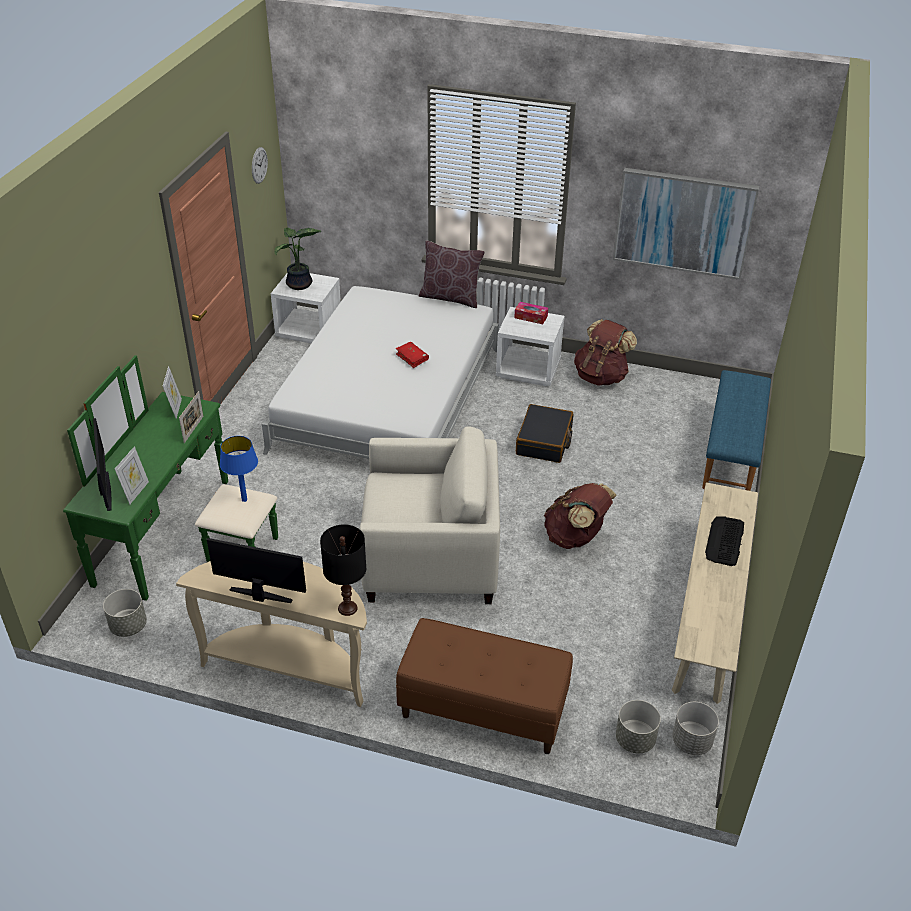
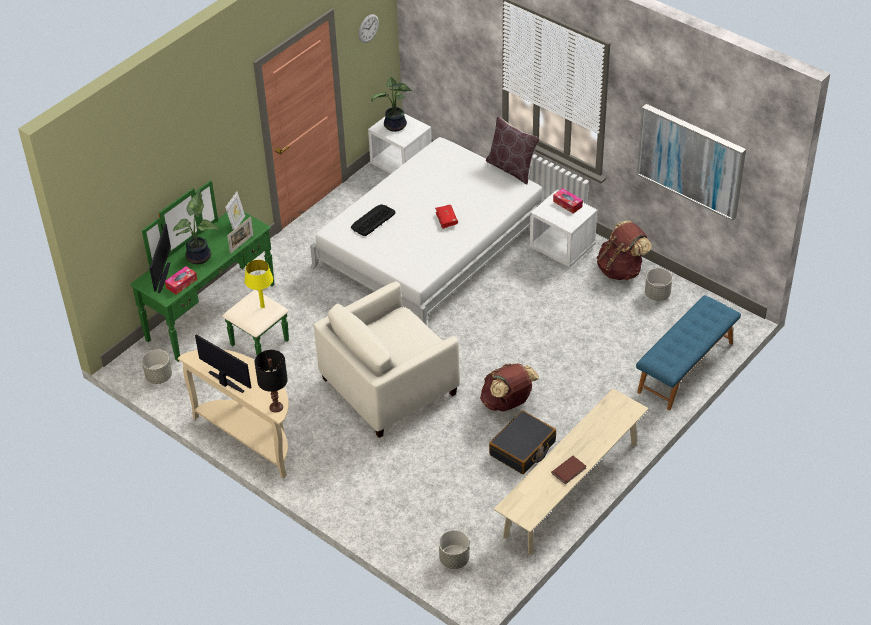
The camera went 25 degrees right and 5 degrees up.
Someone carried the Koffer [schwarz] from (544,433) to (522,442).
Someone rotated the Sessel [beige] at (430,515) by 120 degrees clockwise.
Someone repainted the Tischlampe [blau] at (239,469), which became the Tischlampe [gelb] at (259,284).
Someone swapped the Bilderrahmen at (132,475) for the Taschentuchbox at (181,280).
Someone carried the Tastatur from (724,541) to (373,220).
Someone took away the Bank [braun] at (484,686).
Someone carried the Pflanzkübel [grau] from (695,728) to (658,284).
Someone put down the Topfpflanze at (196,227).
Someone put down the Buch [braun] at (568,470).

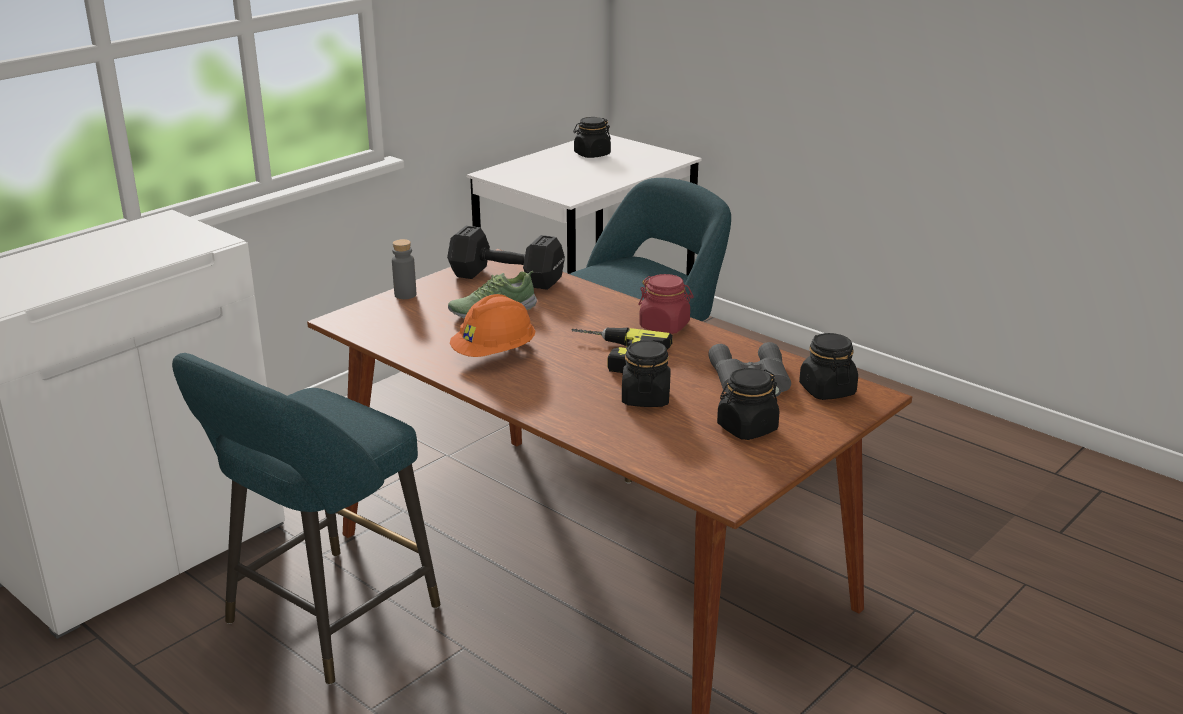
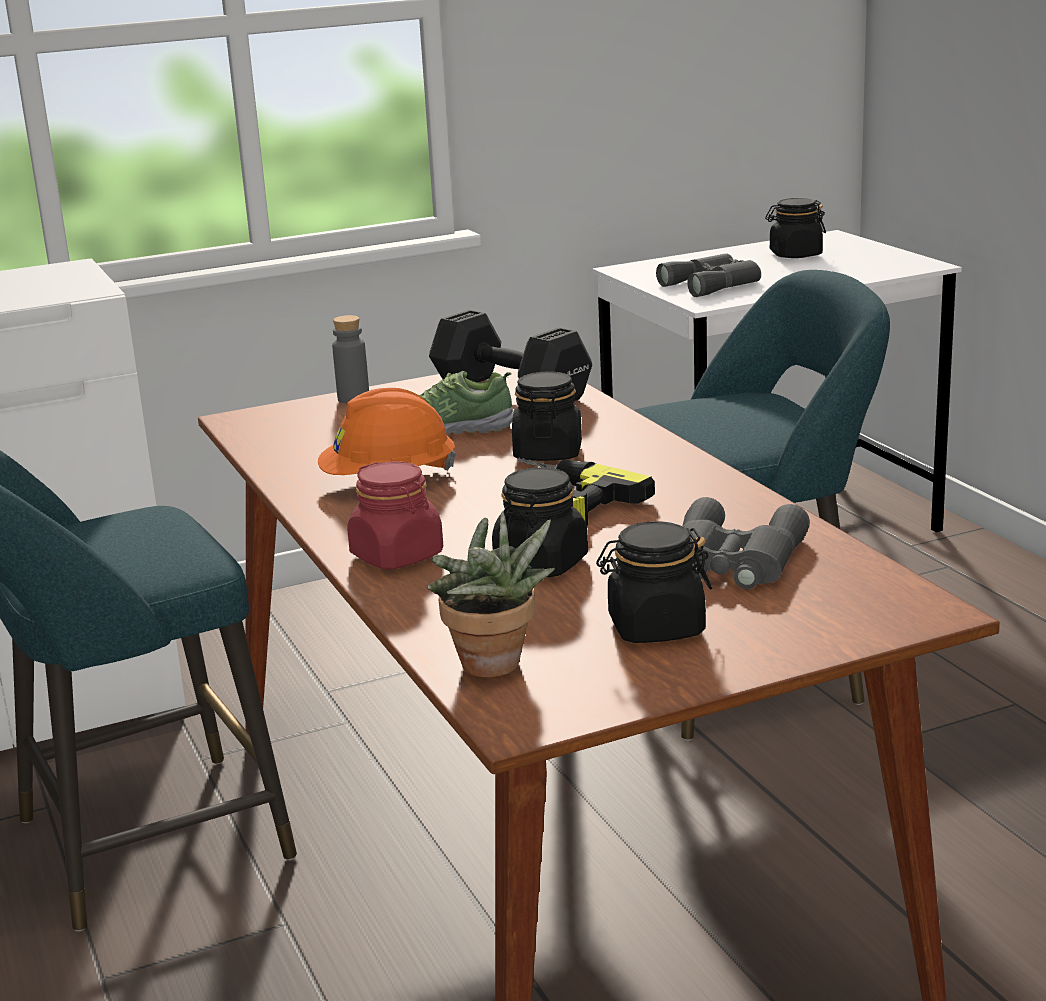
The camera went 25 degrees right and 5 degrees down.
Someone carried the Vorratsglas [rot] from (666,304) to (395,515).
Someone carried the Vorratsglas [schwarz] from (828,366) to (547,416).
Someone put down the Fernglas [grau] at (708,275).
Someone put down the Topfpflanze at (491,594).

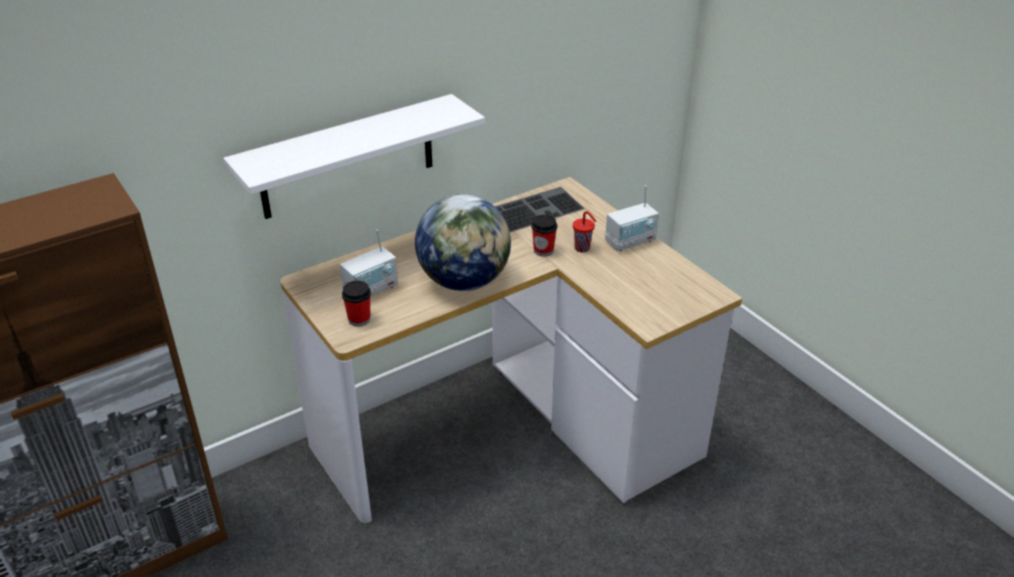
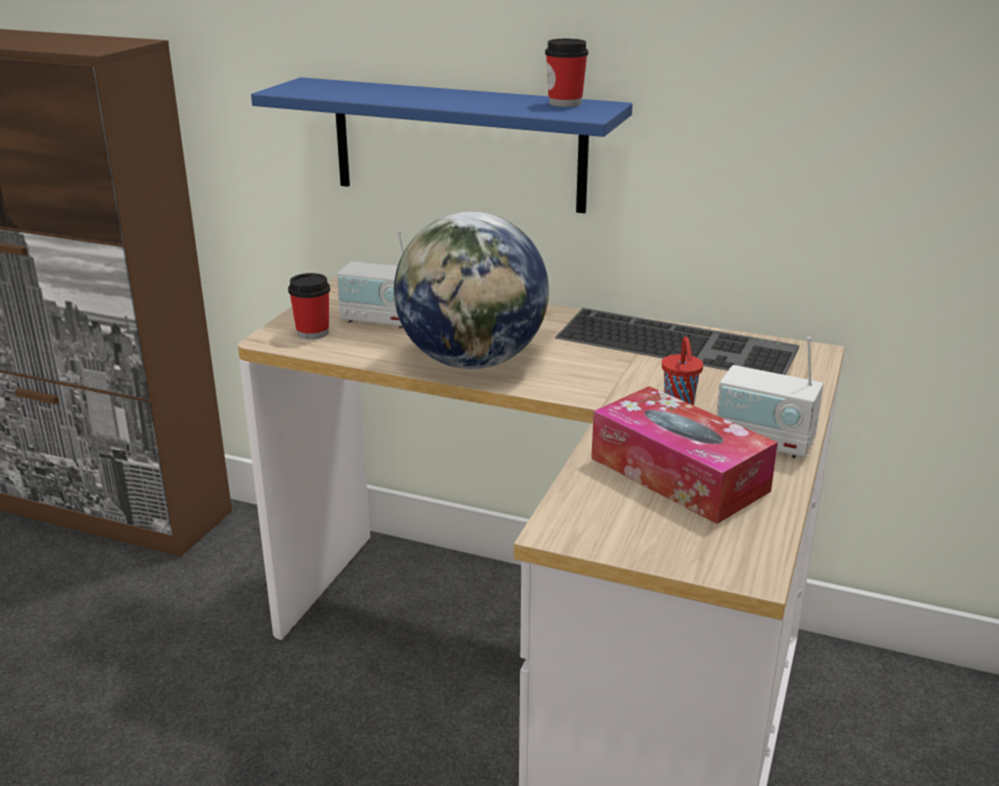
The camera went 55 degrees right and 10 degrees down.
Someone repainted the Wandregal [weiß] at (354,156), which became the Wandregal [blau] at (441,145).
Someone carried the Tasse from (544,236) to (566,73).
Someone put down the Taschentuchbox at (684,455).

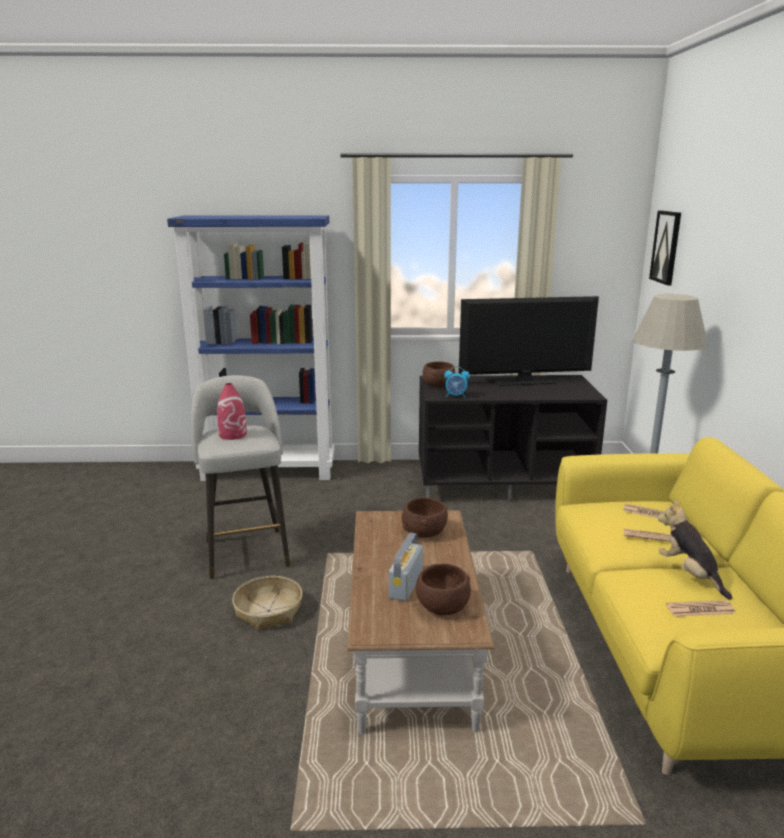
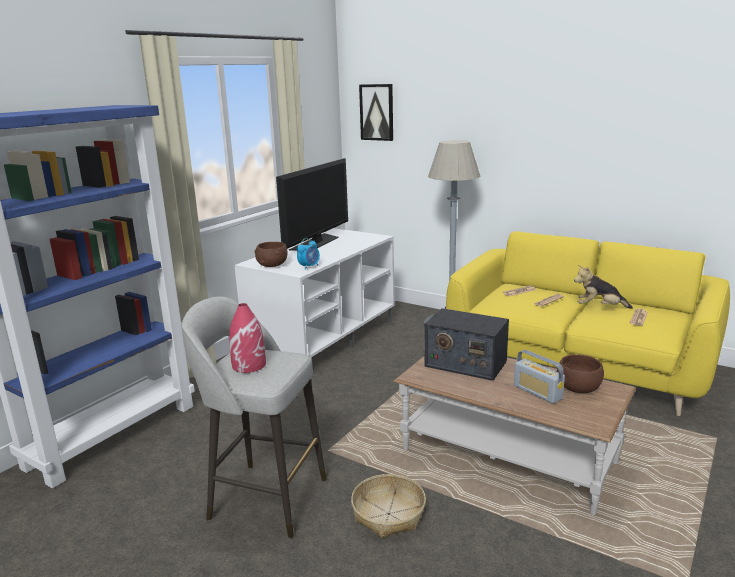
The camera went 55 degrees left and 0 degrees up.
Someone repainted the Fernsehschrank [schwarz] at (513,438), which became the Fernsehschrank [weiß] at (314,292).
Someone swapped the Schüssel [braun] at (425,517) for the Radio at (466,344).

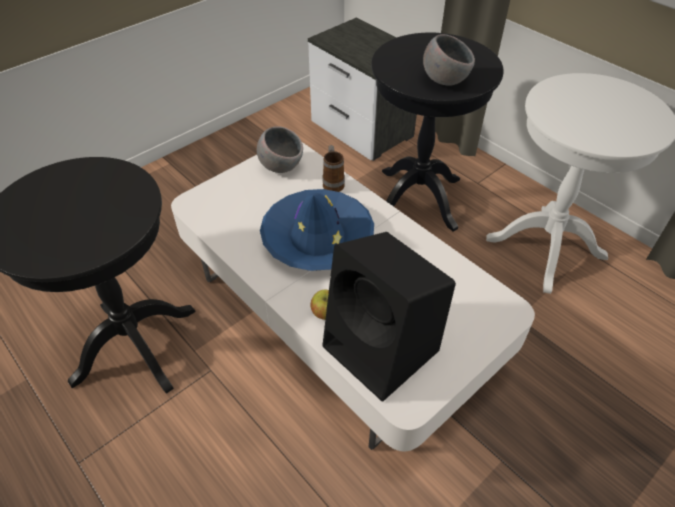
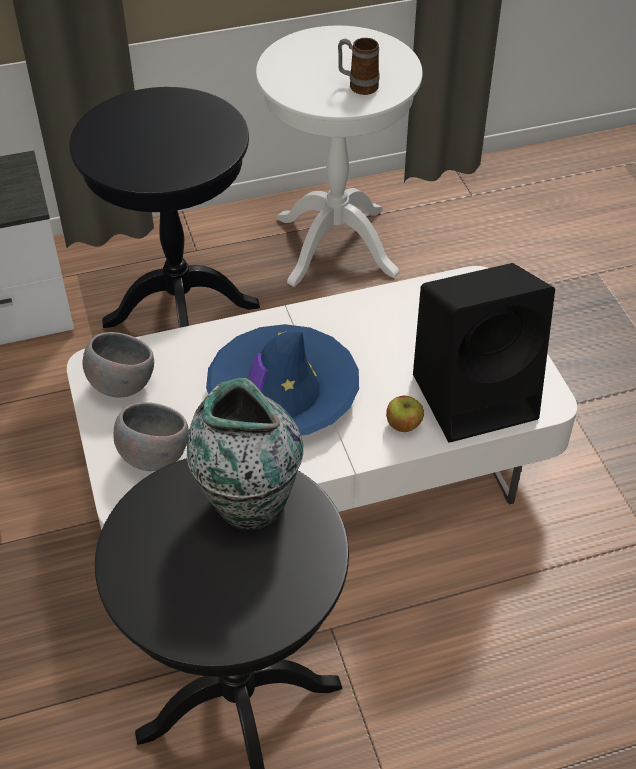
The camera went 65 degrees left and 0 degrees up.
Someone carried the Schüssel [grau] from (449,60) to (151,436).
Someone carried the Henkelbecher from (333,168) to (358,66).
Someone put down the Vase at (245,454).

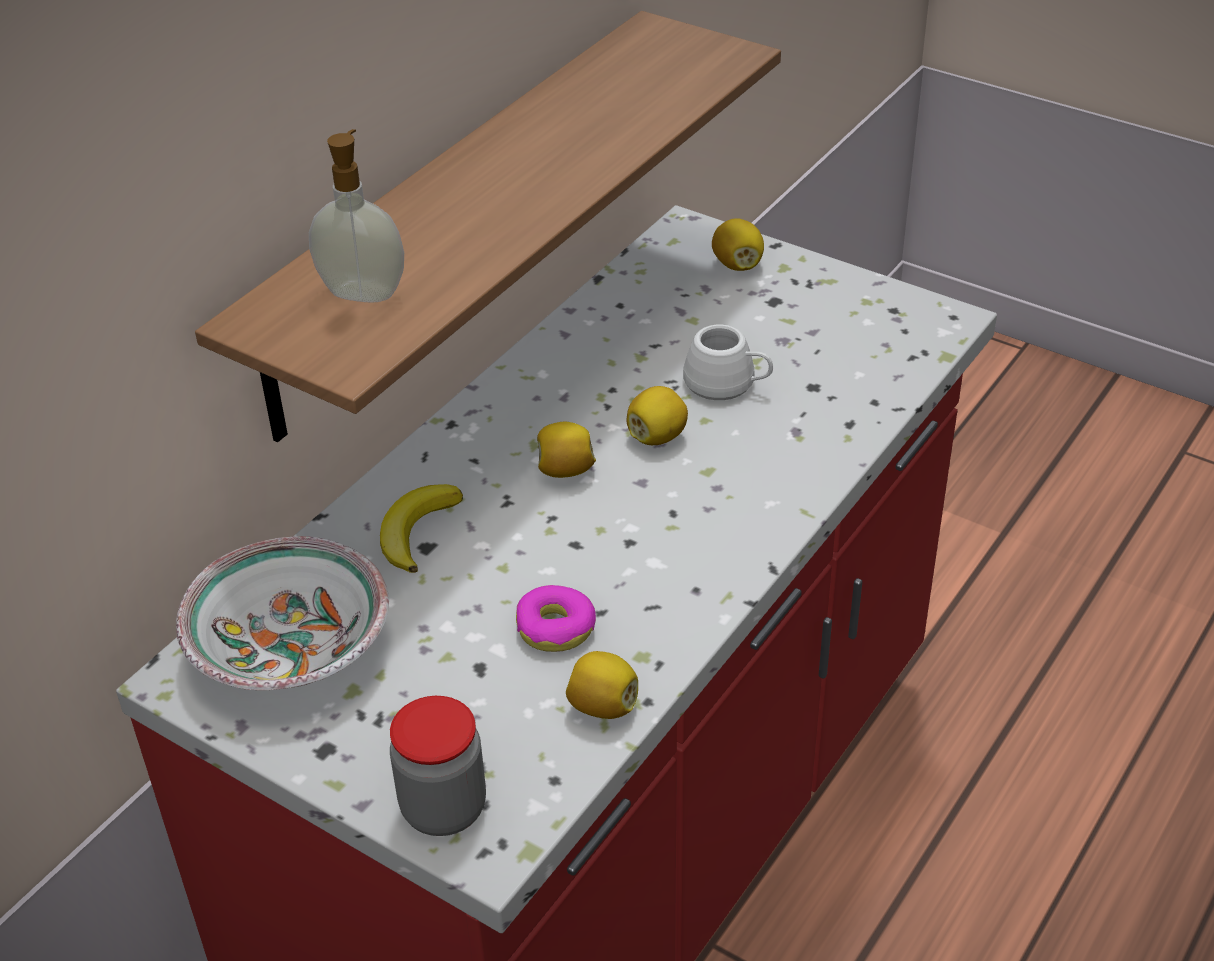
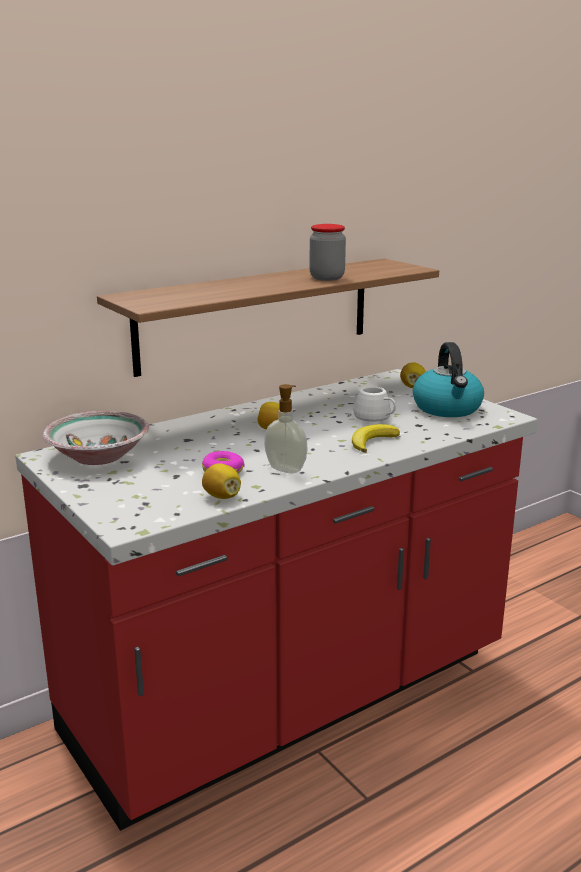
The camera went 20 degrees right and 20 degrees down.
Someone carried the Seifenspender from (356,216) to (286,428).
Someone took away the Zitrone at (657,415).
Someone carried the Banane from (421,528) to (376,438).
Someone carried the Vorratsglas from (438,766) to (327,252).
Someone put down the Wasserkessel at (448,379).

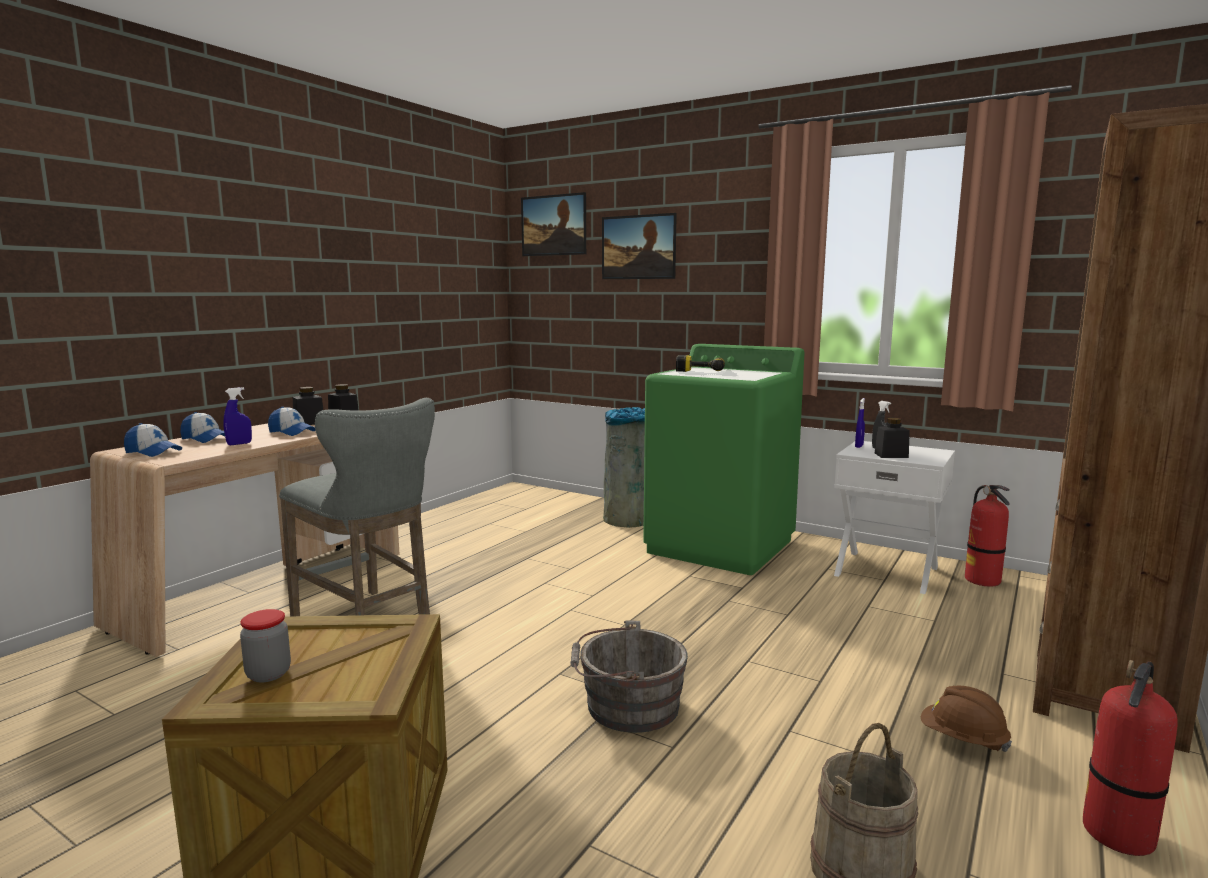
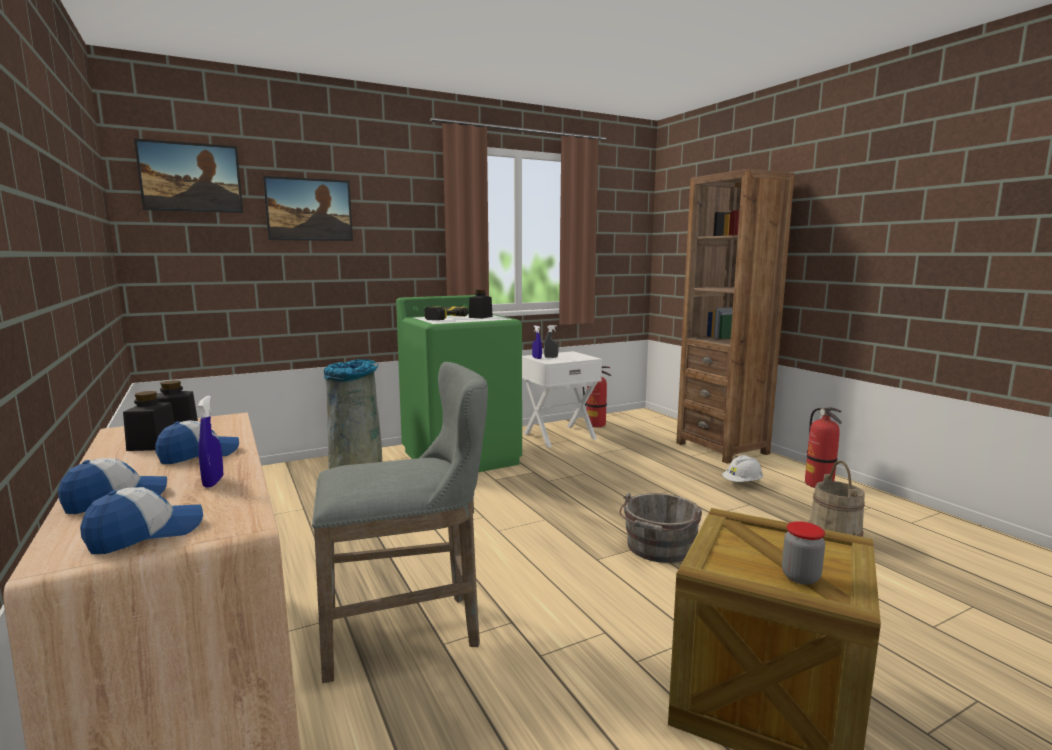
The camera went 60 degrees left and 0 degrees up.
Someone carried the Vorratsglas [schwarz] from (892,438) to (481,304).
Someone repainted the Schutzhelm [braun] at (966,719), which became the Schutzhelm [weiß] at (742,468).

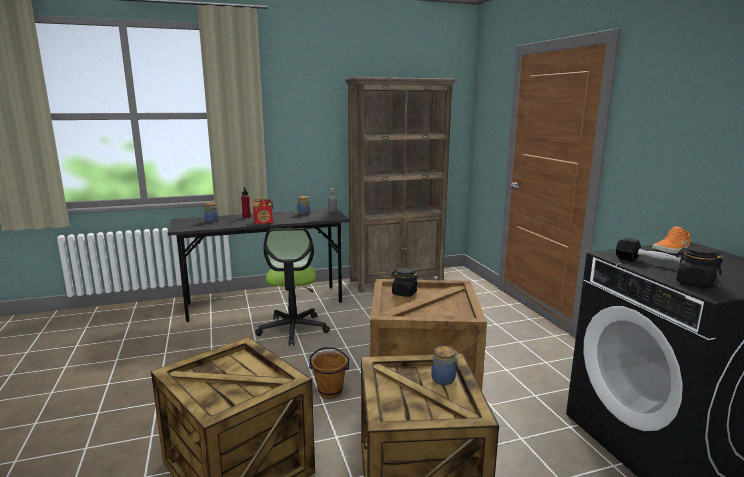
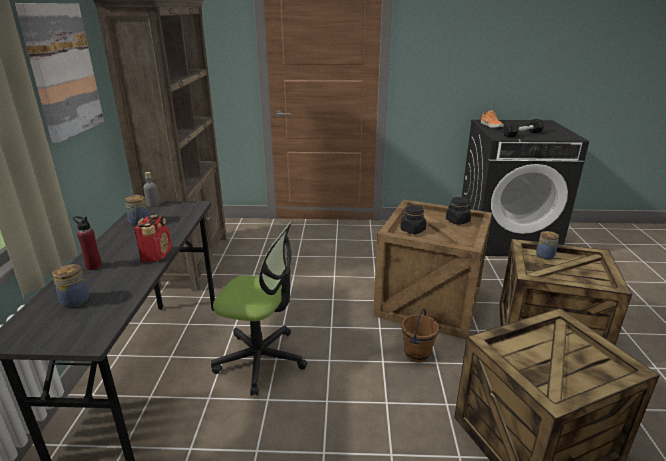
The camera went 70 degrees left and 10 degrees up.
Someone carried the Vorratsglas [schwarz] from (699,267) to (458,211).
Someone put up the Bild at (59,73).

